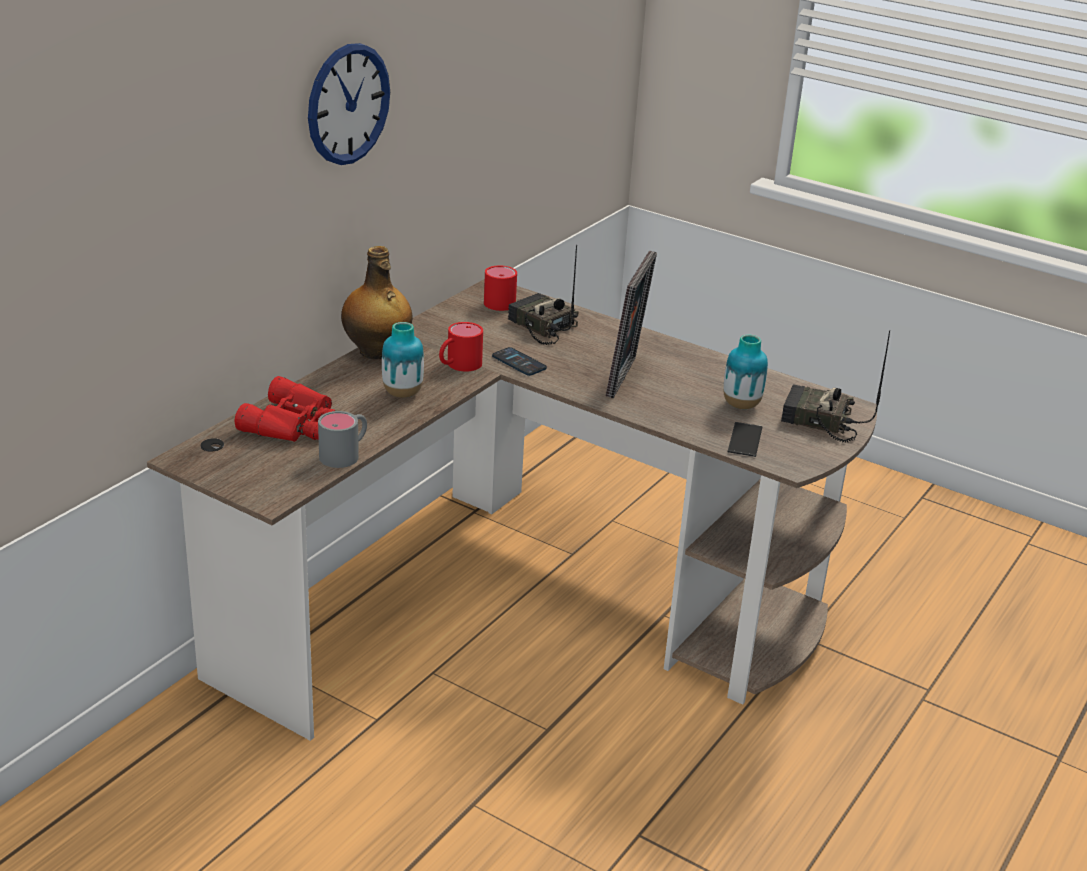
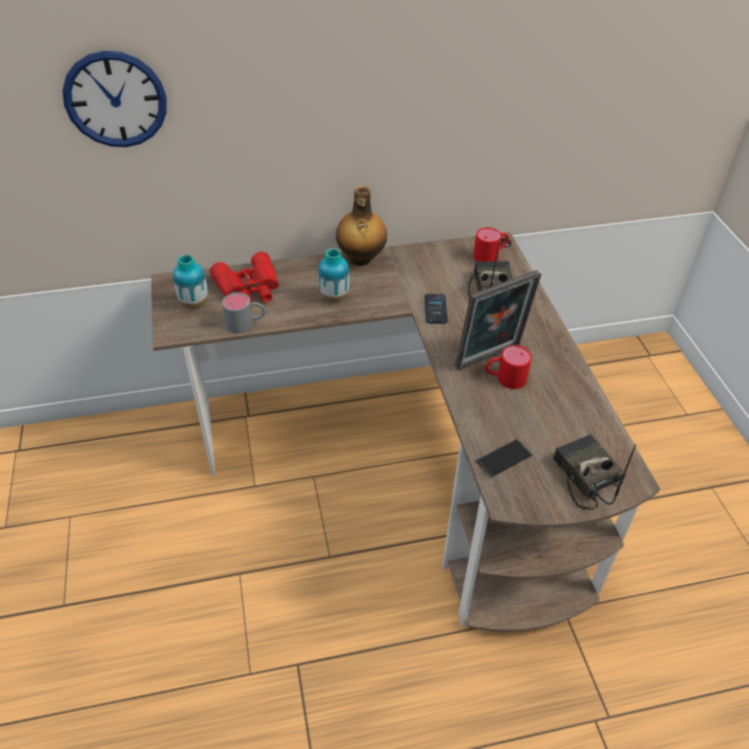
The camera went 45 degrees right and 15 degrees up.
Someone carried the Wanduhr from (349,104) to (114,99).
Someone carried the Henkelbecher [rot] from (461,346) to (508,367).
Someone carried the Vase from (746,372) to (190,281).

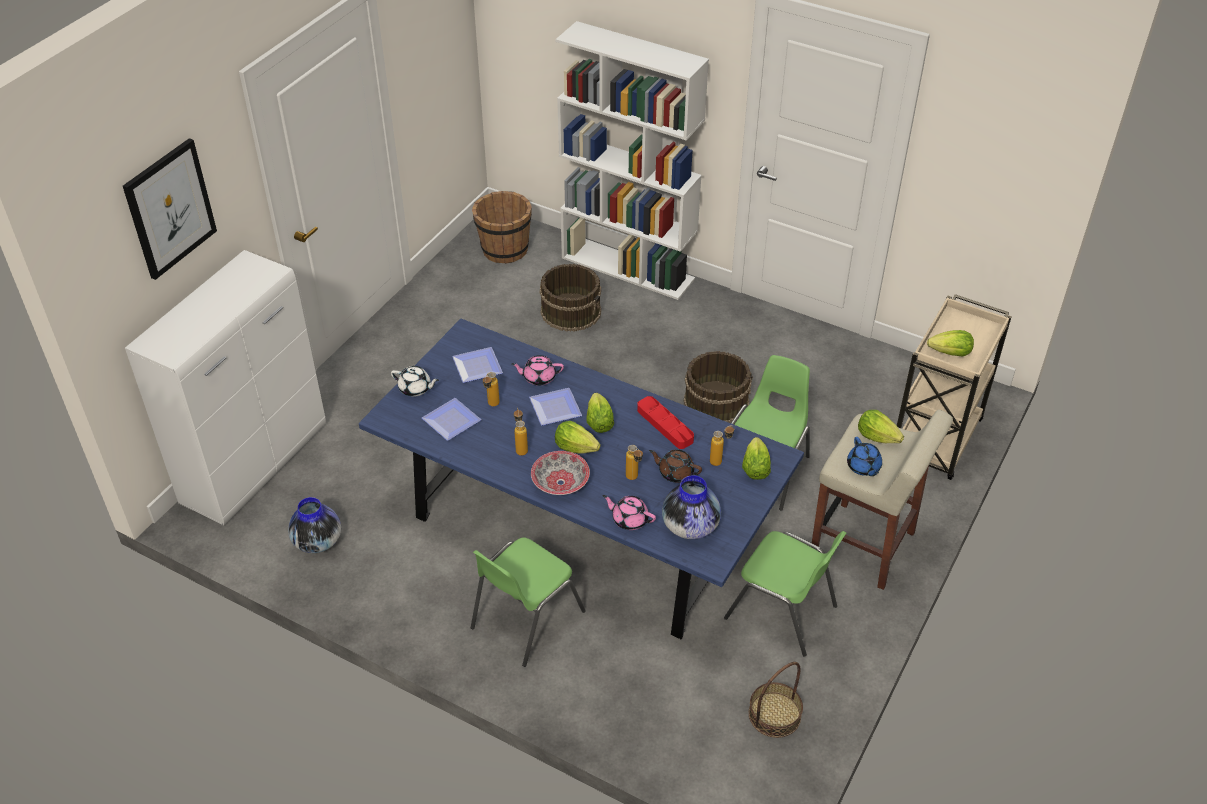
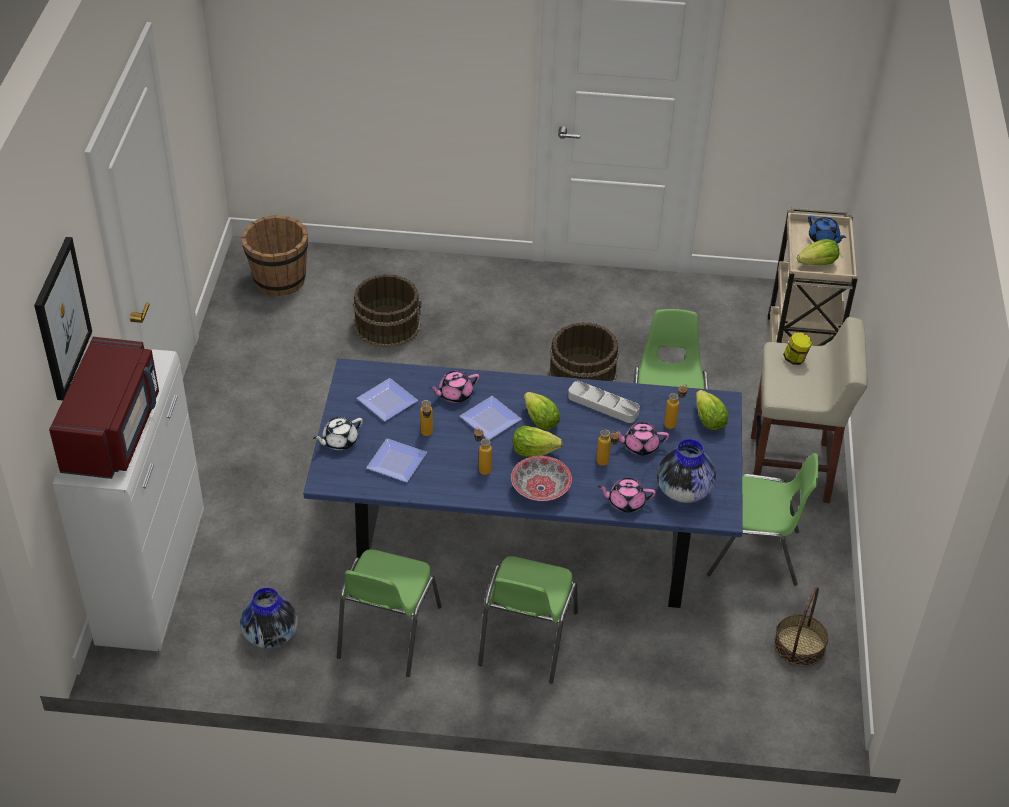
The camera went 25 degrees left and 0 degrees up.
Someone took away the Bücherregal [weiß] at (632,160).
Someone rotated the Teekanne [weiß] at (415,381) by 150 degrees clockwise.
Someone repainted the Tablett [rot] at (665,422), which became the Tablett [grau] at (604,402).
Someone swapped the Salatkopf at (881,426) for the Vorratsglas at (797,349).
Someone carried the Teekanne [blau] from (864,456) to (827,229).
Someone repainted the Teekanne [braun] at (675,466), which became the Teekanne [rosa] at (641,439).
Someone put down the Mikrowelle [rot] at (104,408).
Someone put down the Stuhl [grün] at (389,613).

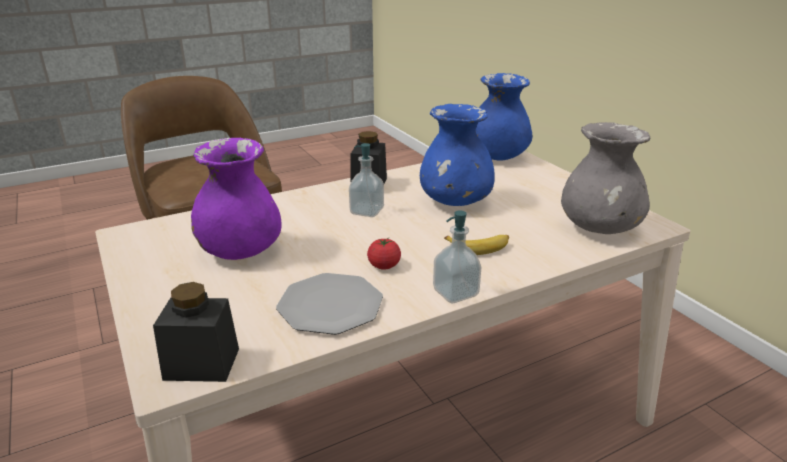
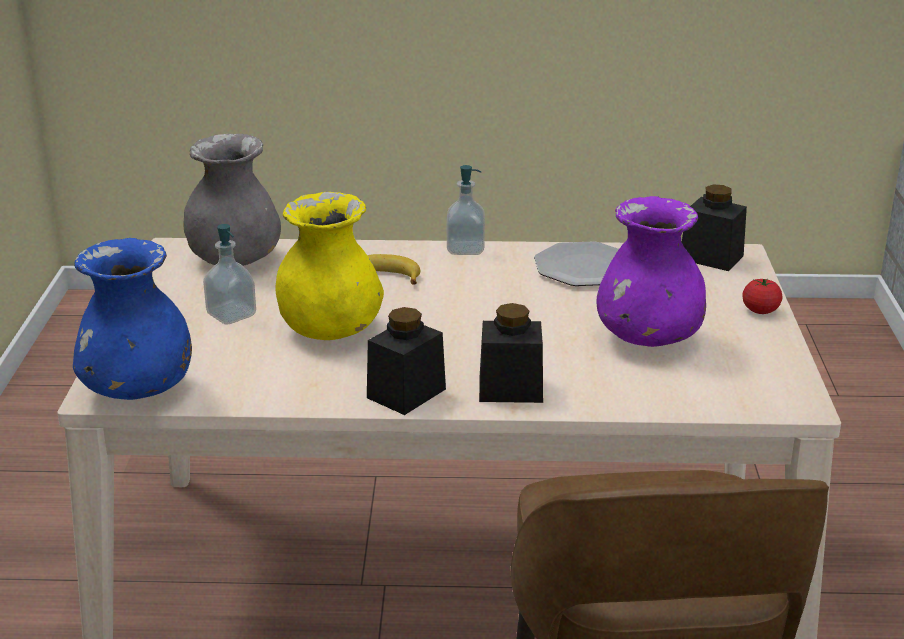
The camera went 150 degrees left and 0 degrees up.
Someone repainted the Vase [blau] at (457,155), which became the Vase [gelb] at (329,266).
Someone carried the Seifenspender from (366,180) to (229,274).
Someone carried the Tomate from (384,253) to (762,296).
Someone put down the Vorratsglas [schwarz] at (511,353).

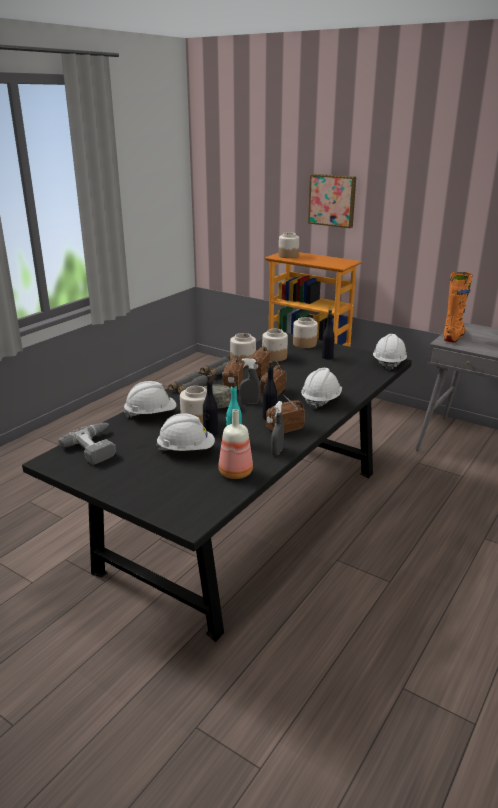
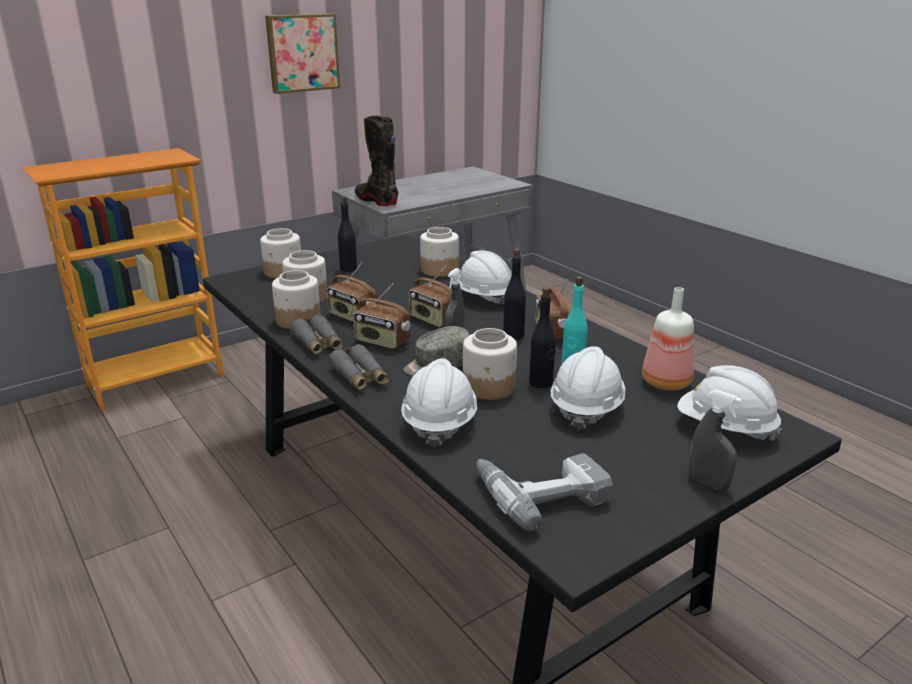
The camera went 70 degrees left and 0 degrees up.
Someone carried the Bild from (332,201) to (302,53).
Someone carried the Vorratsglas from (289,245) to (439,252).
Someone repainted the Stiefel [orange] at (458,307), which became the Stiefel [schwarz] at (376,161).
Someone carried the Schutzhelm [weiß] from (390,352) to (729,403).
Someone carried the Sprühflasche [grau] from (277,428) to (715,440).

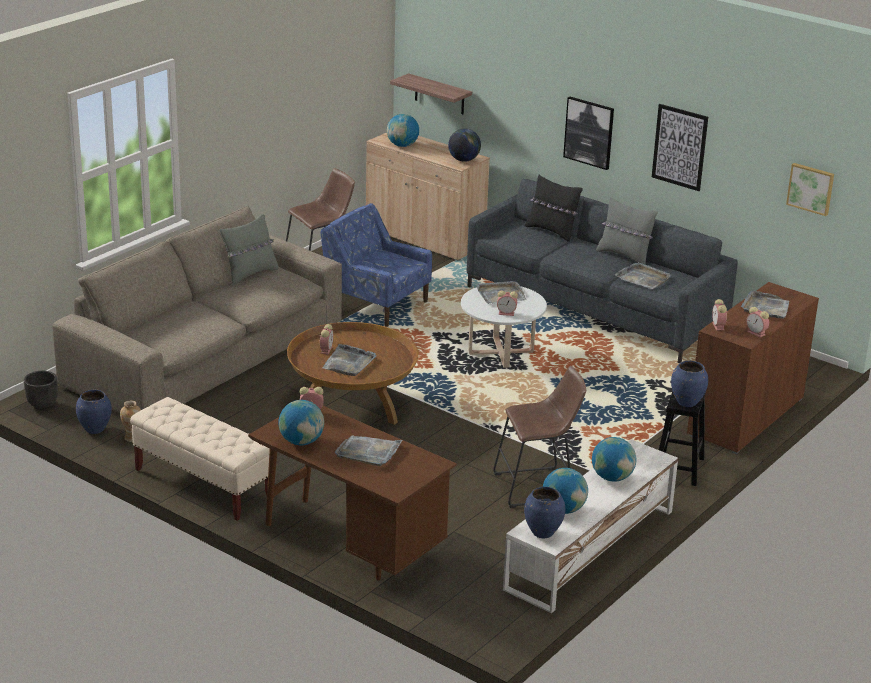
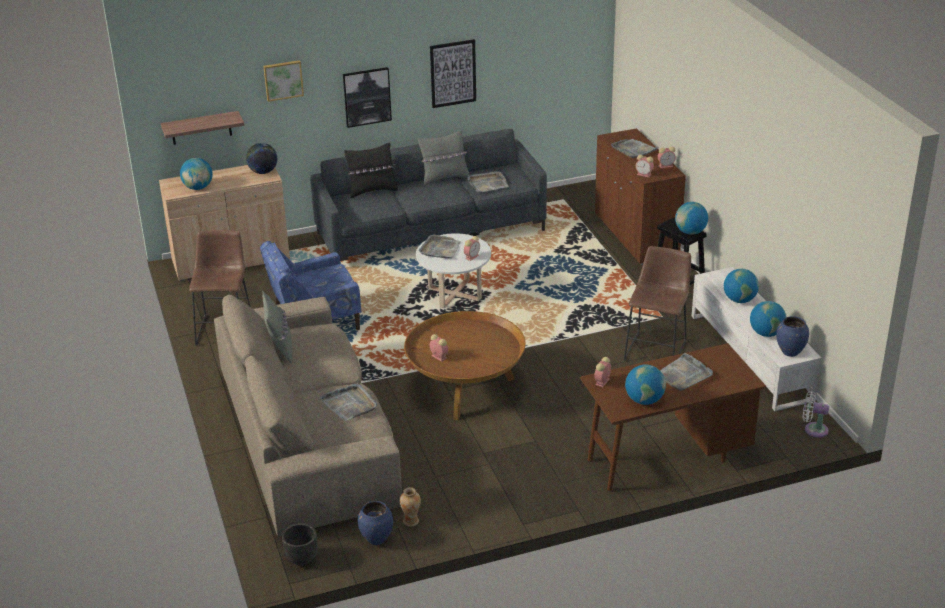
The camera went 55 degrees left and 5 degrees up.
Someone carried the Bild from (810,189) to (283,81).
Someone carried the Tablett [grau] from (349,360) to (348,402).
Someone swapped the Vase [blau] at (689,384) for the Globus at (691,218).
Someone took away the Bank [beige] at (200,459).
Someone put down the Ventilator [weiß] at (816,414).

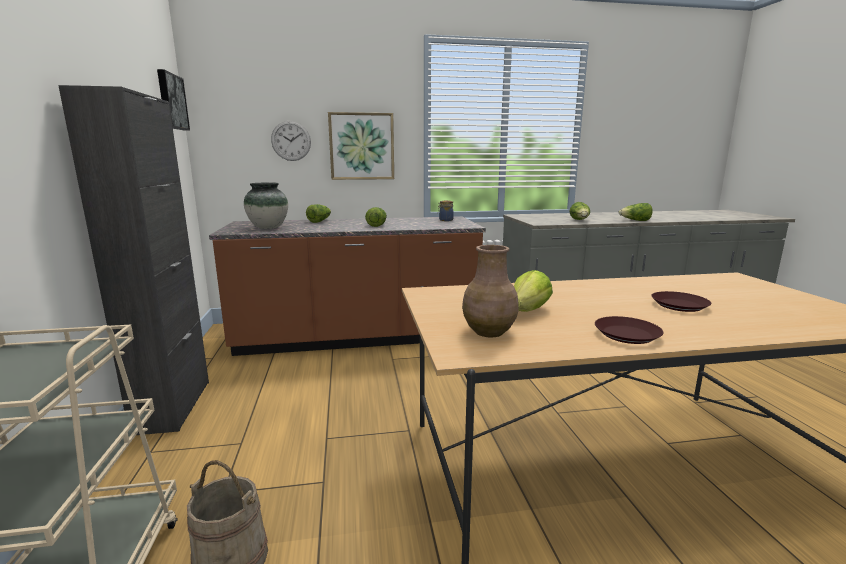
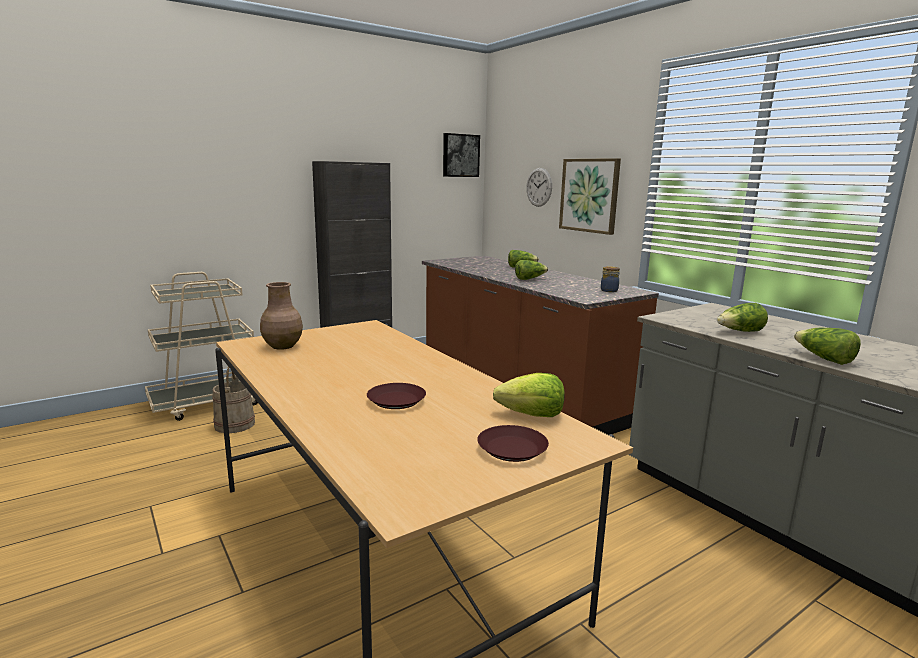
The camera went 65 degrees right and 0 degrees up.
Someone took away the Vase at (266,205).
Someone carried the Salatkopf from (533,291) to (529,395).
Someone carried the Teller [braun] from (629,330) to (513,443).

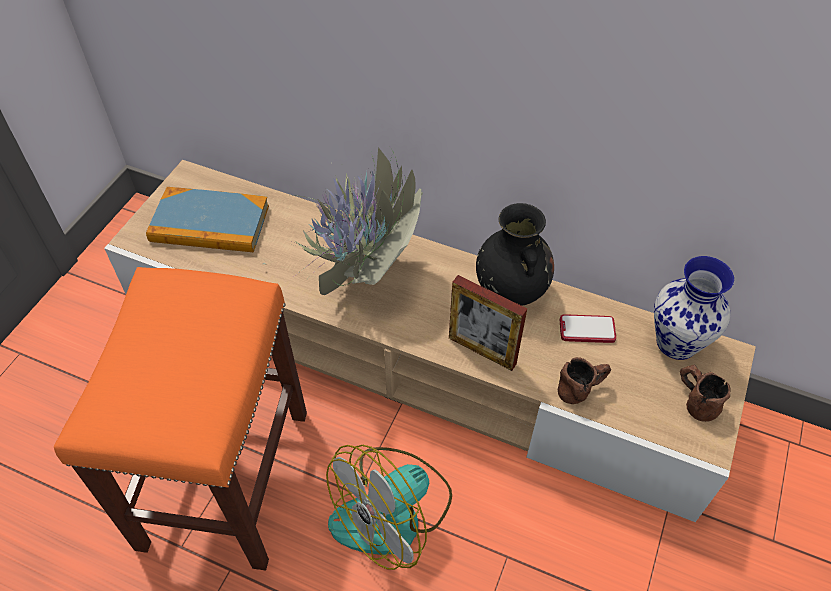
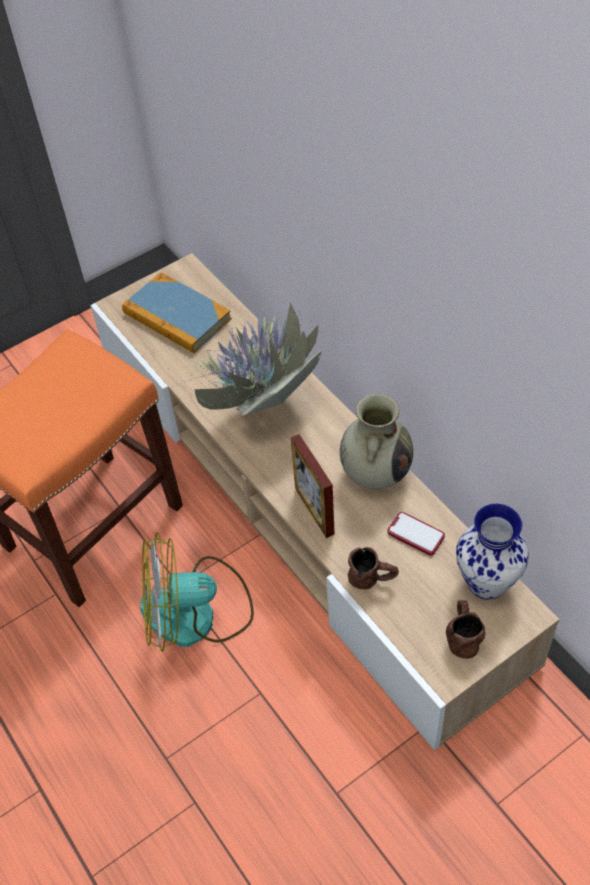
The camera went 35 degrees right and 0 degrees up.
Someone repainted the Vase [schwarz] at (515,254), which became the Vase [beige] at (376,442).

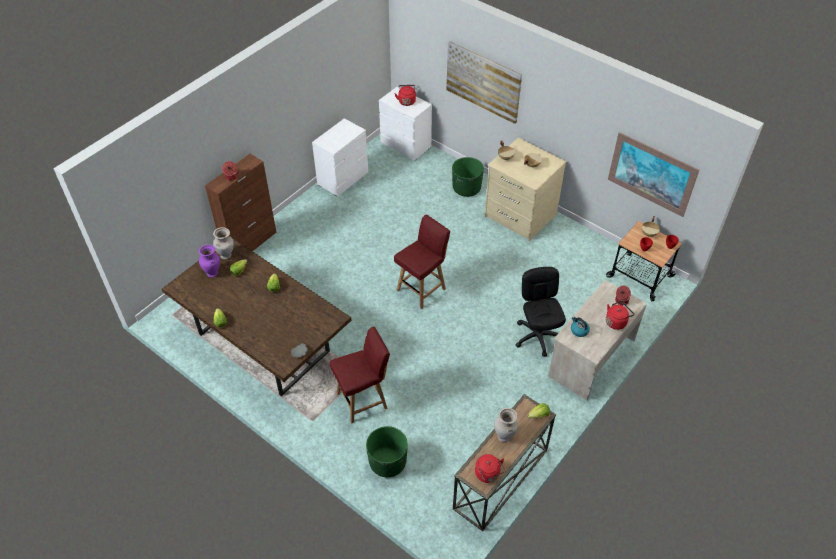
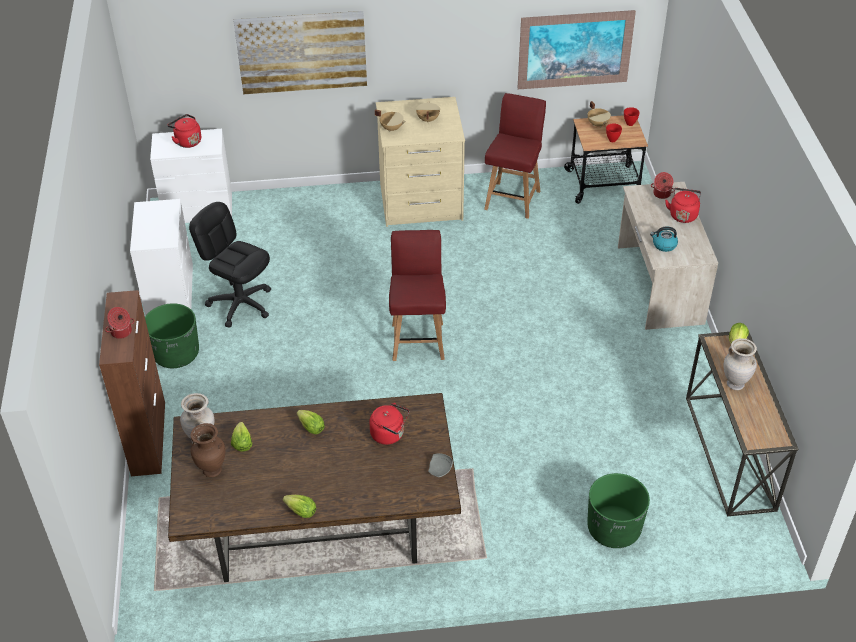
The camera went 45 degrees left and 5 degrees down.
Someone carried the Pflanzkübel [grün] from (468,177) to (172,335).
Someone repainted the Vase [lila] at (209,261), which became the Vase [braun] at (207,450).
Someone carried the Bürostuhl [schwarz] from (541,312) to (230,265).
Someone carried the Stuhl [rot] from (360,375) to (515,156).
Someone carried the Wasserkessel [rot] from (490,468) to (389,424).

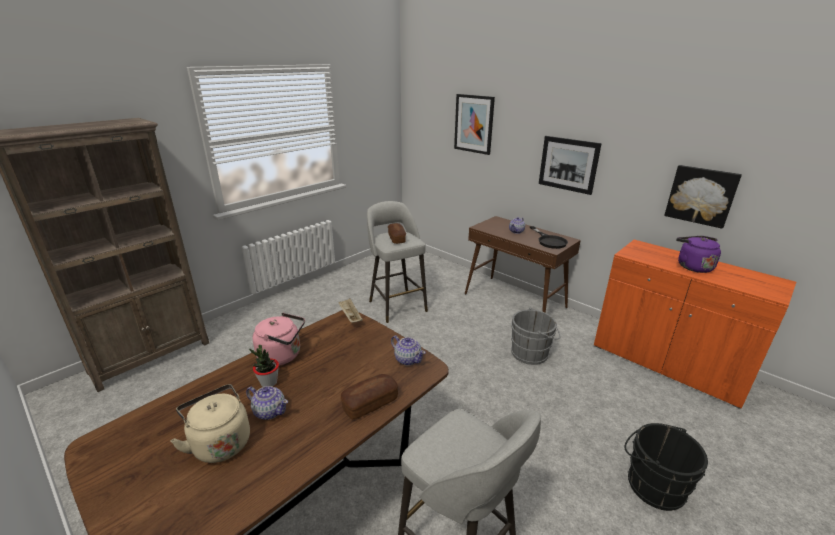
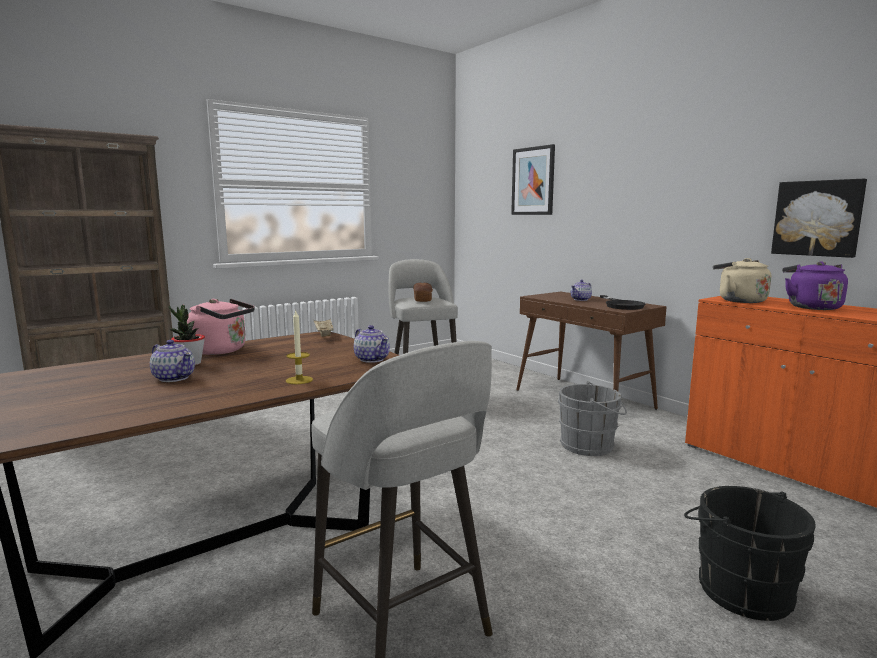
The camera went 10 degrees right and 15 degrees down.
Someone took away the Bild at (570,165).
Someone swapped the Brot at (369,396) for the Kerze at (299,347).
Someone carried the Wasserkessel [beige] from (210,423) to (742,280).

